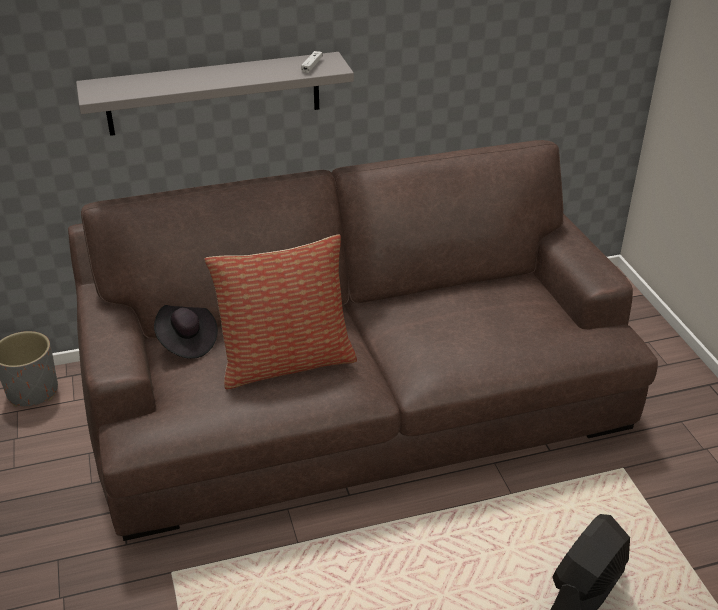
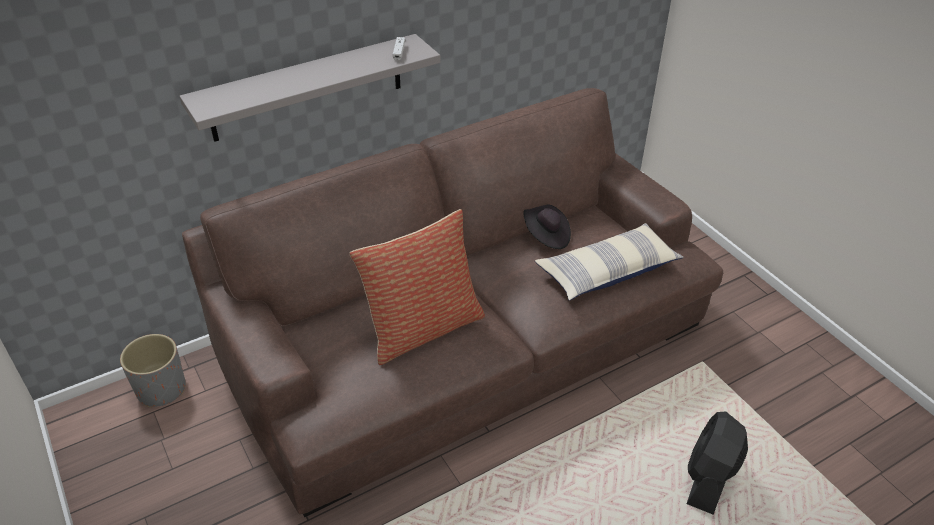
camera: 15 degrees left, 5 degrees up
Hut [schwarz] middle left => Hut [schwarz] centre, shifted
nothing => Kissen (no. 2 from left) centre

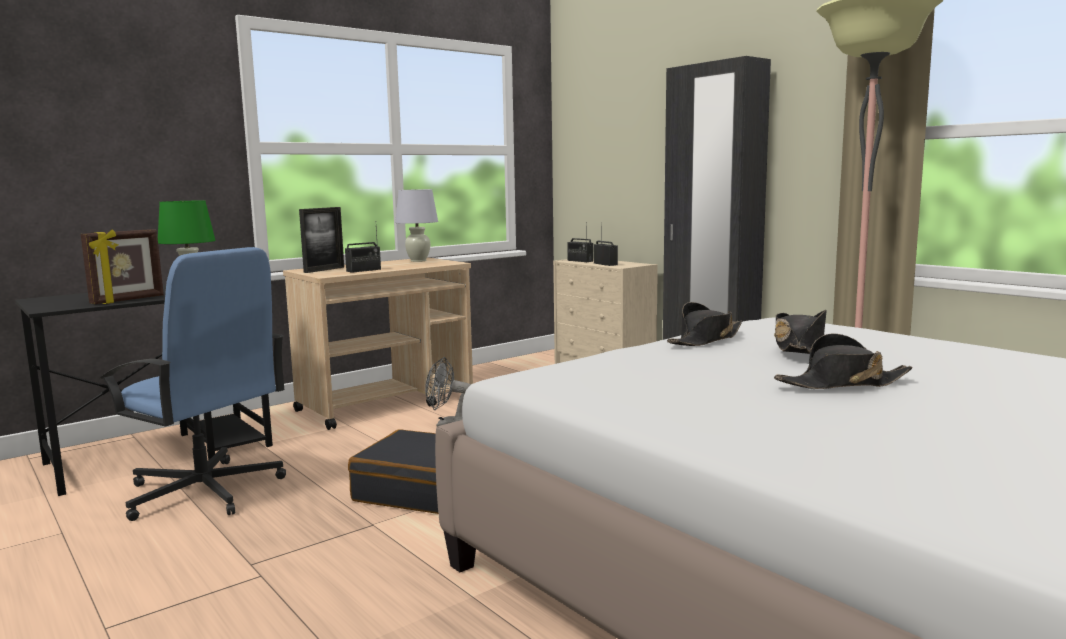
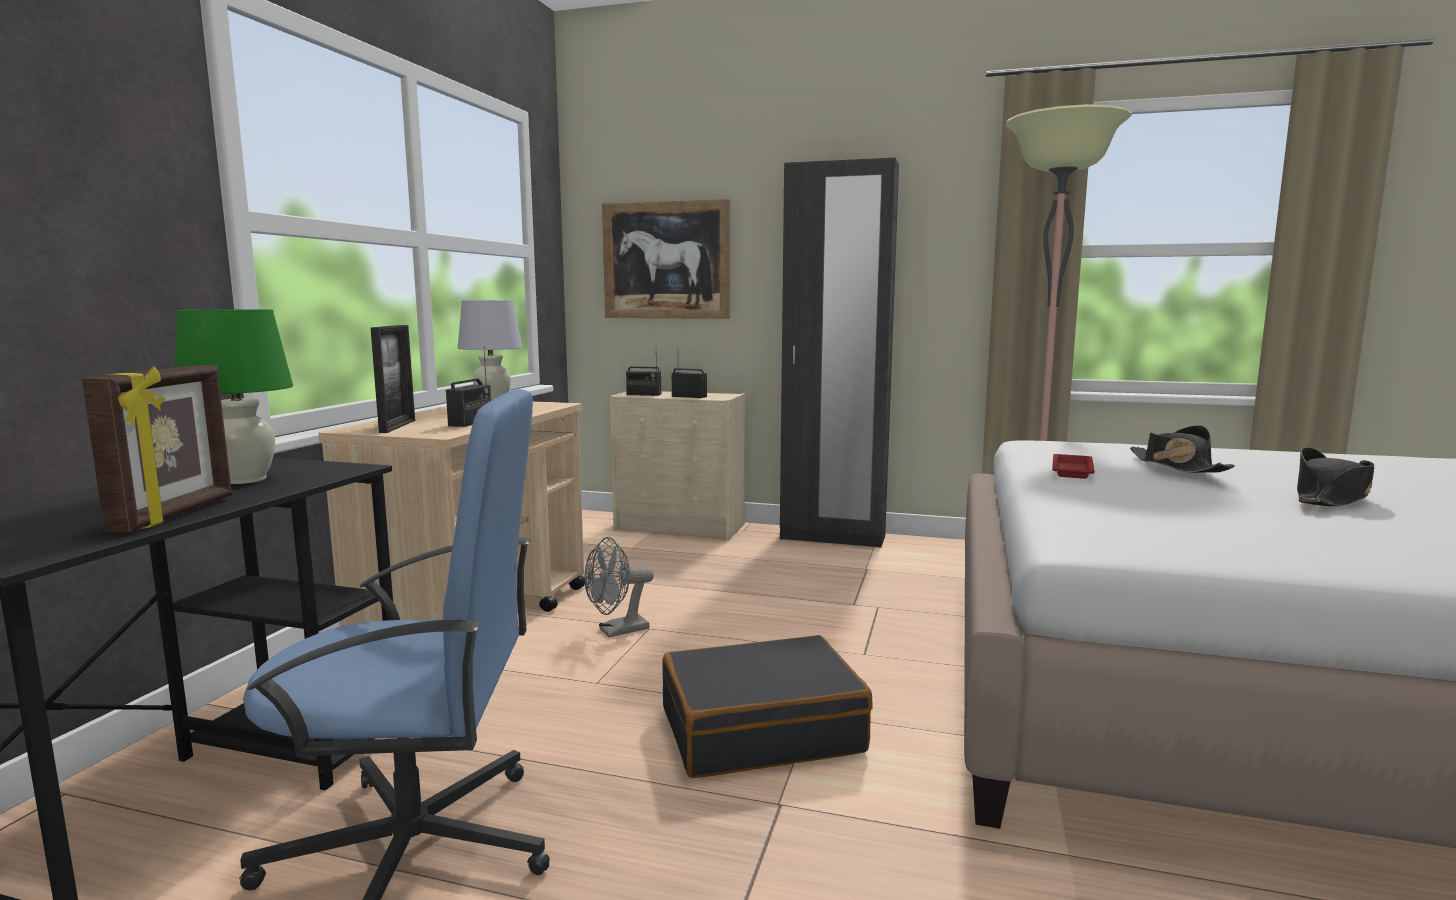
camera: 35 degrees left, 0 degrees up
Hut [schwarz] (no. 1 from left) centre => Tablett [rot] middle right
nothing => Bild top centre

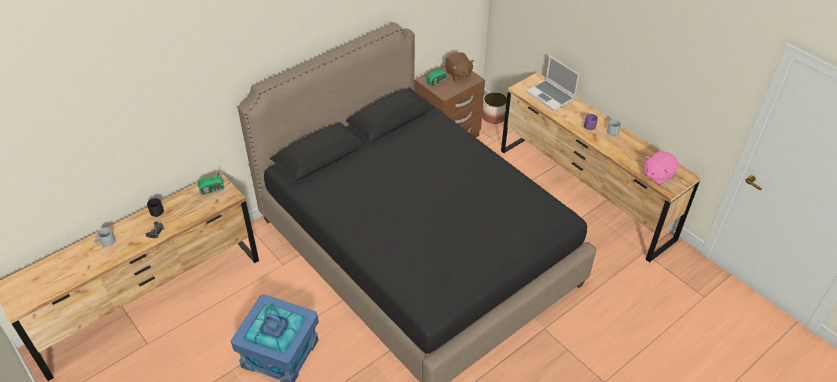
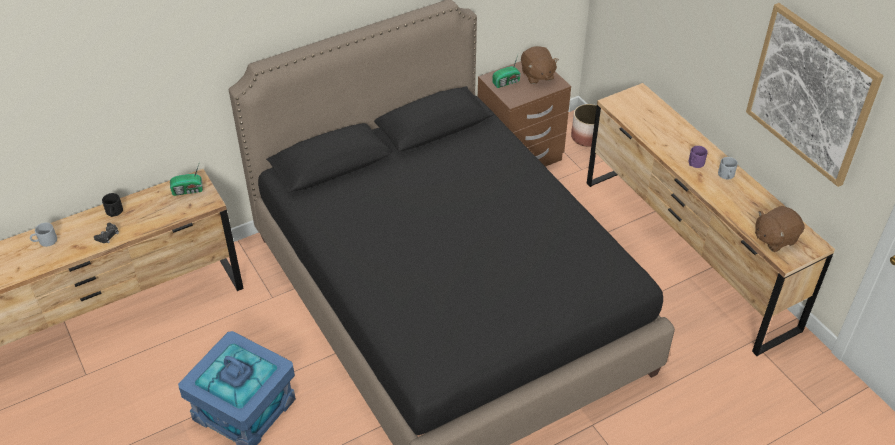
camera: 10 degrees right, 0 degrees up
Laptop top centre => nothing
Plüschtier [rosa] middle right => Plüschtier [braun] (no. 2 from left) middle right
nothing => Bild top right

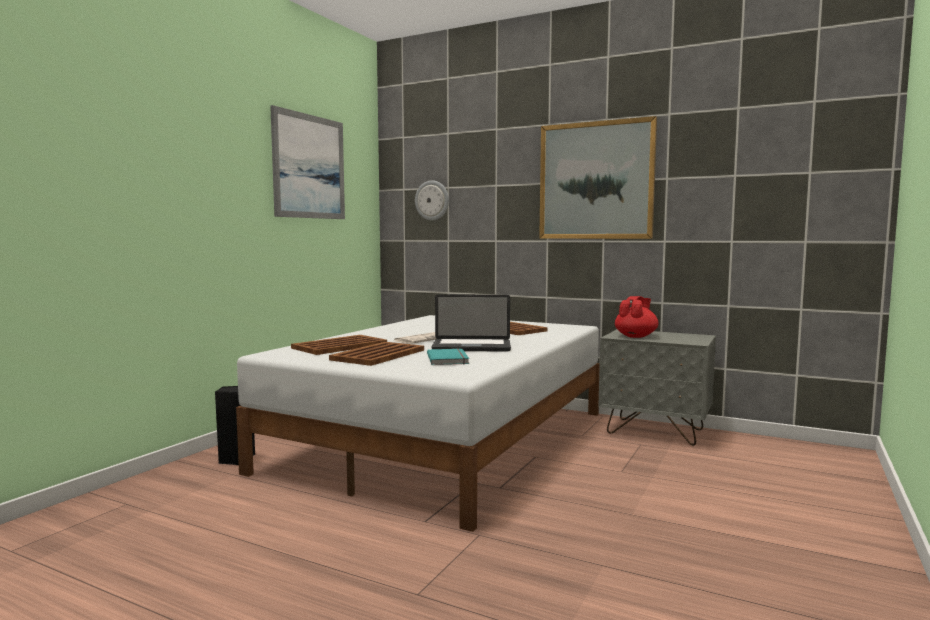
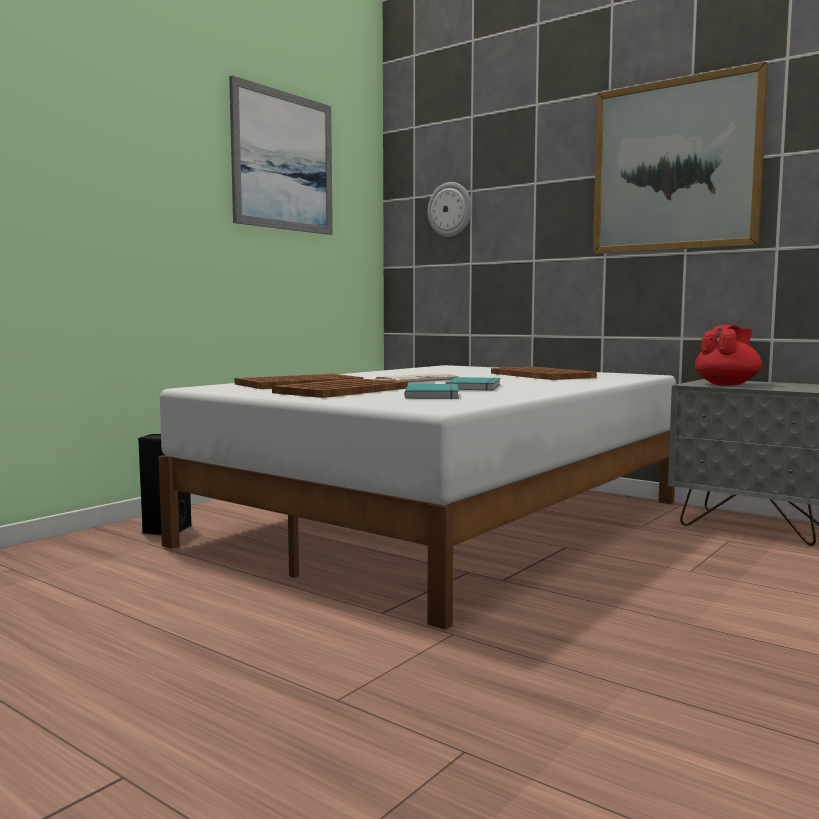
camera: 10 degrees right, 0 degrees up
Laptop centre => Buch [türkis] (no. 2 from left) centre

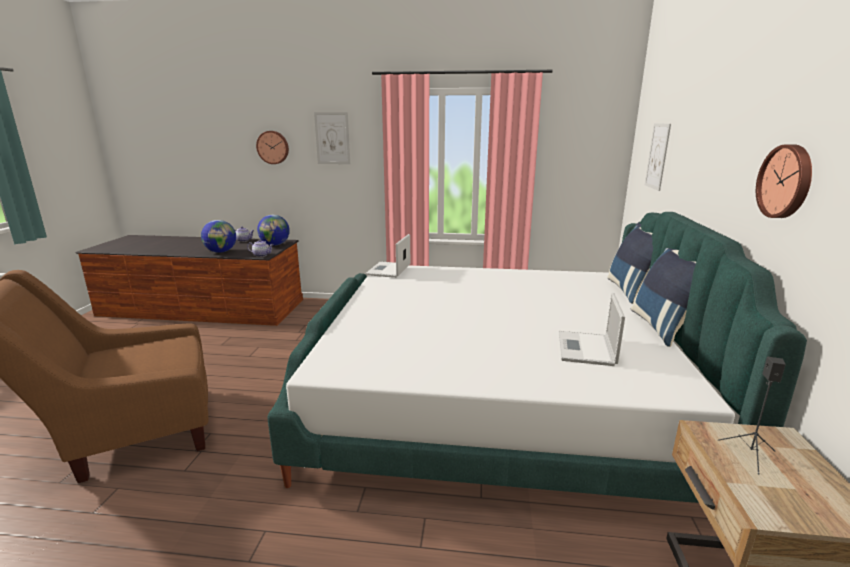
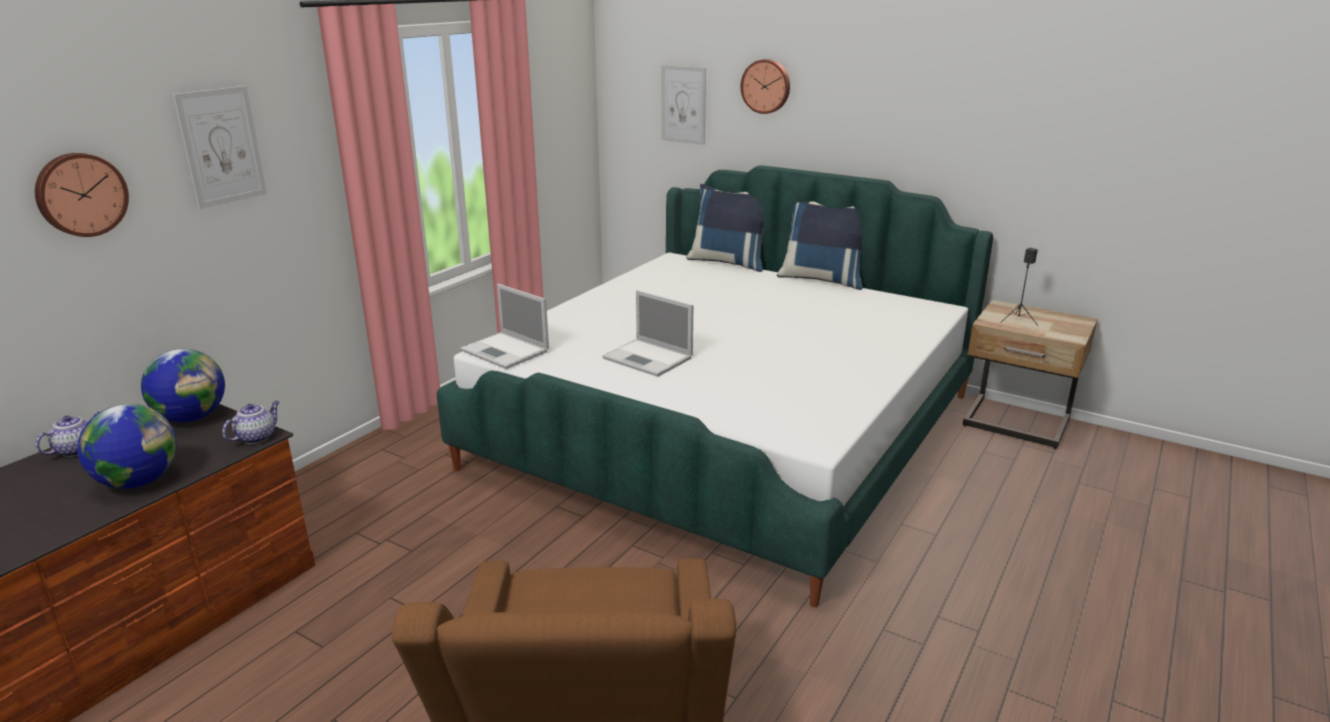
camera: 65 degrees left, 5 degrees up
Wanduhr (no. 2 from left) top right => Wanduhr (no. 2 from left) top centre, shifted
Laptop (no. 2 from left) middle right => Laptop (no. 2 from left) centre, shifted

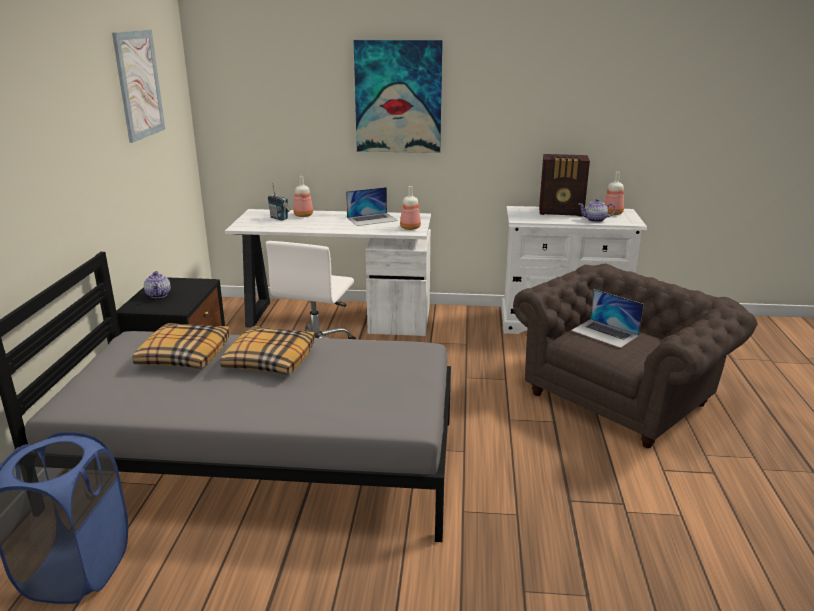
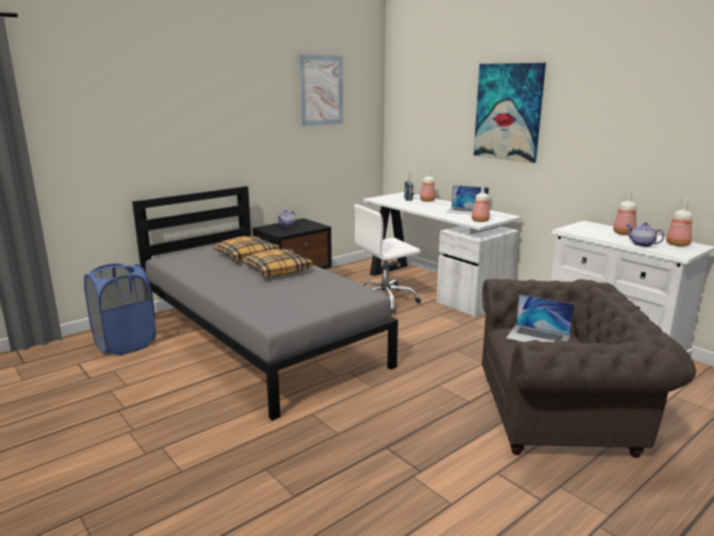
camera: 45 degrees right, 5 degrees down
Radio (no. 2 from left) top right => Flasche (no. 3 from left) middle right
Laptop (no. 2 from left) middle right, 60 degrees counterclockwise

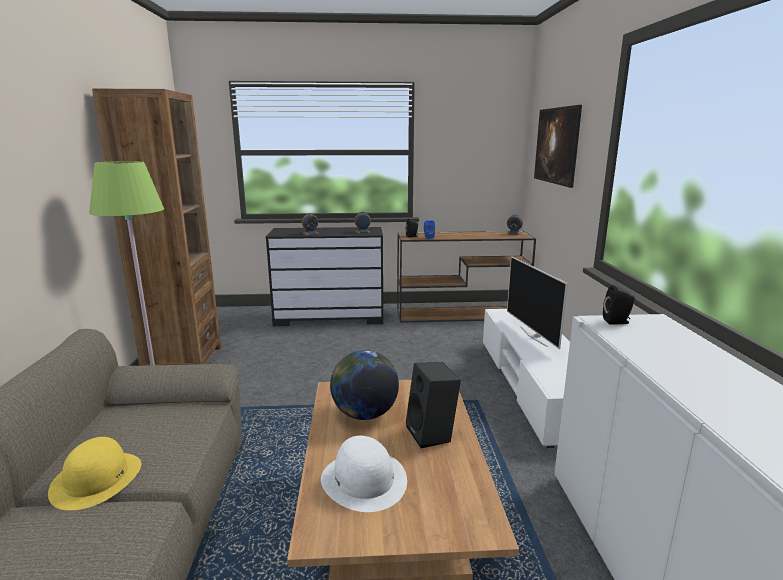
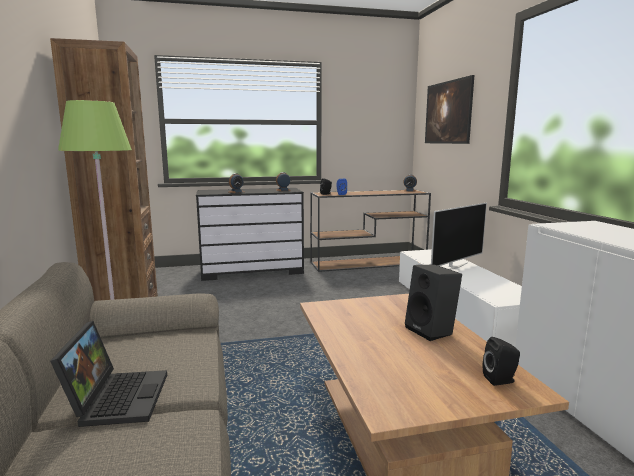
camera: 10 degrees left, 5 degrees down
Fernseher middle right, 105 degrees counterclockwise
Lautsprecher [schwarz] (no. 3 from left) middle right => Lautsprecher [schwarz] (no. 3 from left) bottom right, shifted
Globus centre => nothing
Hut [weiß] bottom centre => nothing
Hut [gelb] bottom left => Laptop bottom left

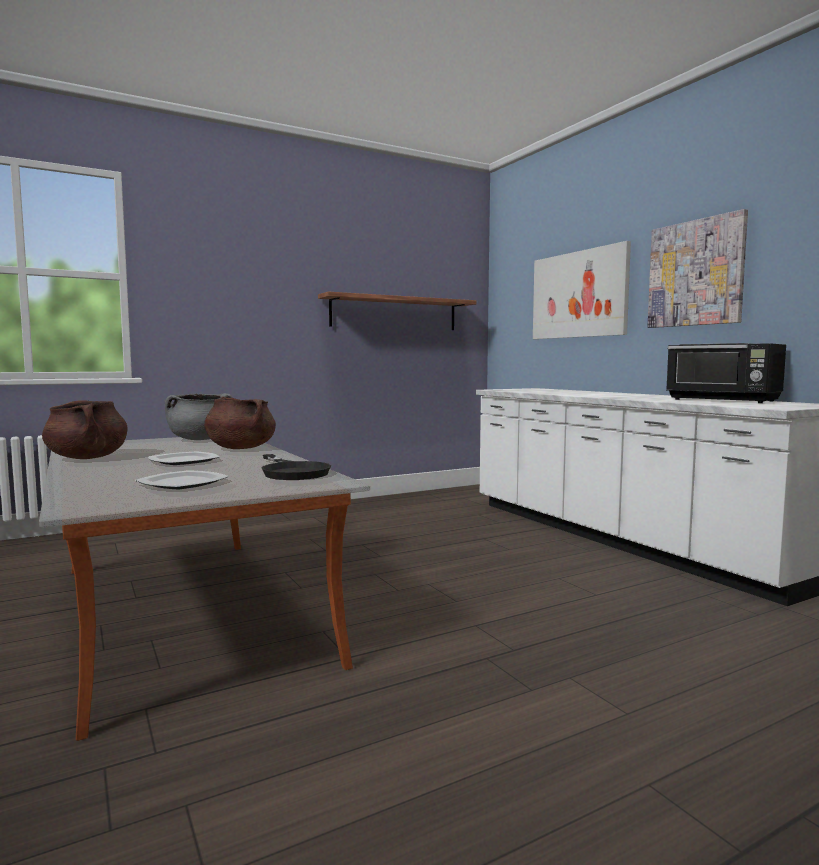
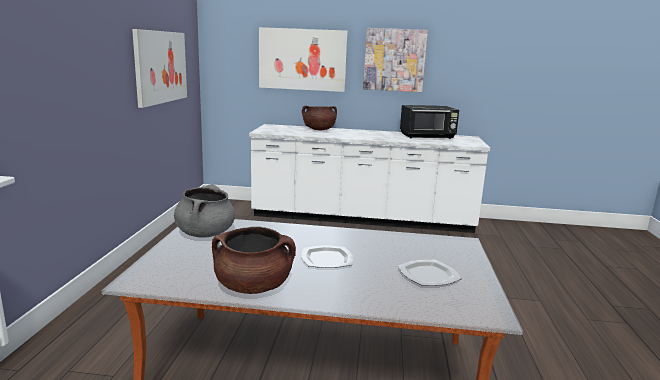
camera: 55 degrees left, 10 degrees up
Wandregal centre => Bild (no. 1 from left) top left
Kochtopf [braun] (no. 2 from left) middle left => Kochtopf [braun] (no. 2 from left) top centre, shifted
Pfanne [schwarz] centre => nothing

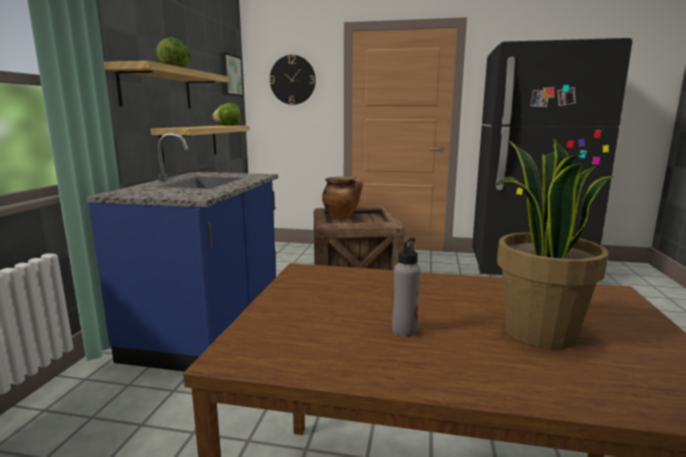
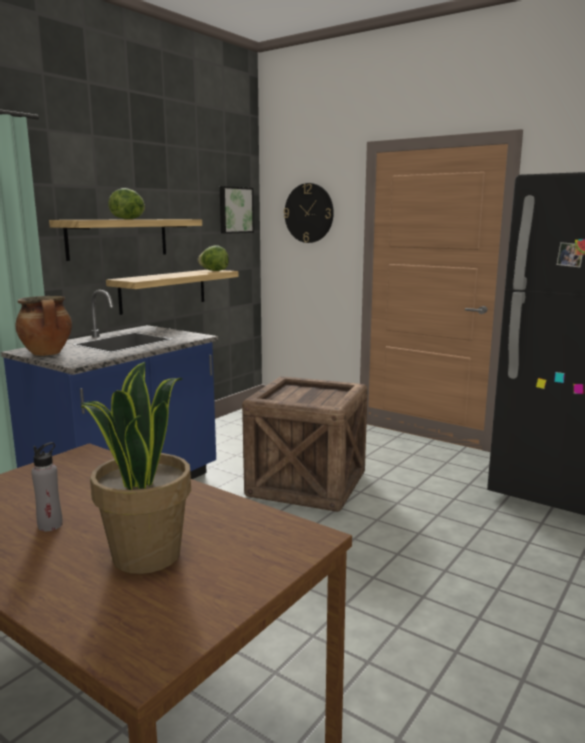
camera: 25 degrees right, 0 degrees up
Kochtopf centre => Kochtopf middle left, shifted

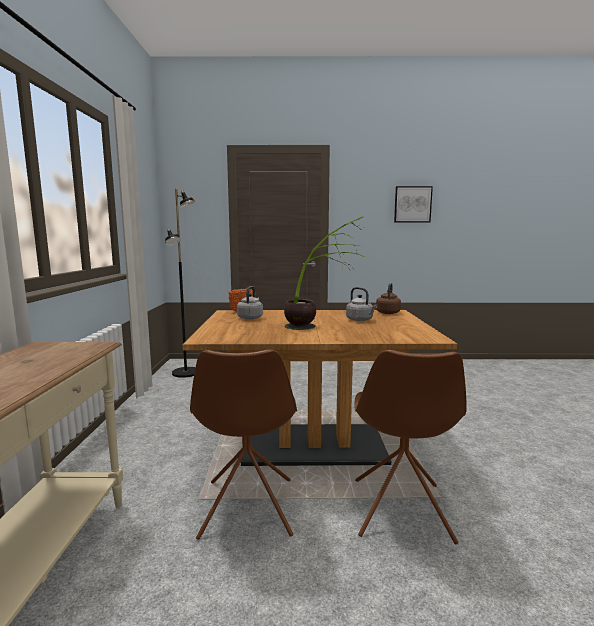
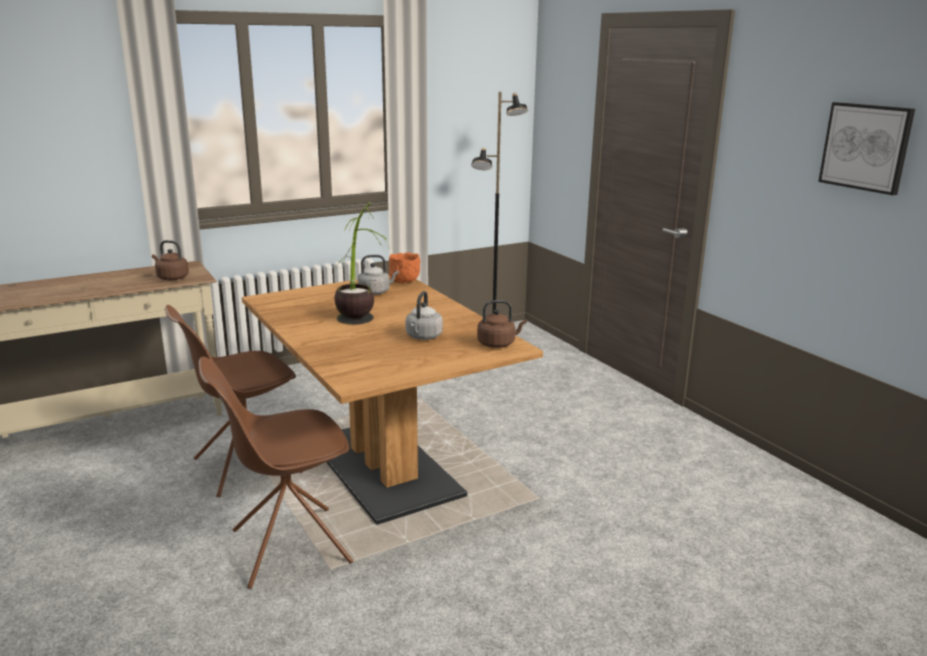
camera: 60 degrees right, 10 degrees up
nothing => Wasserkessel [braun] (no. 1 from left) middle left

